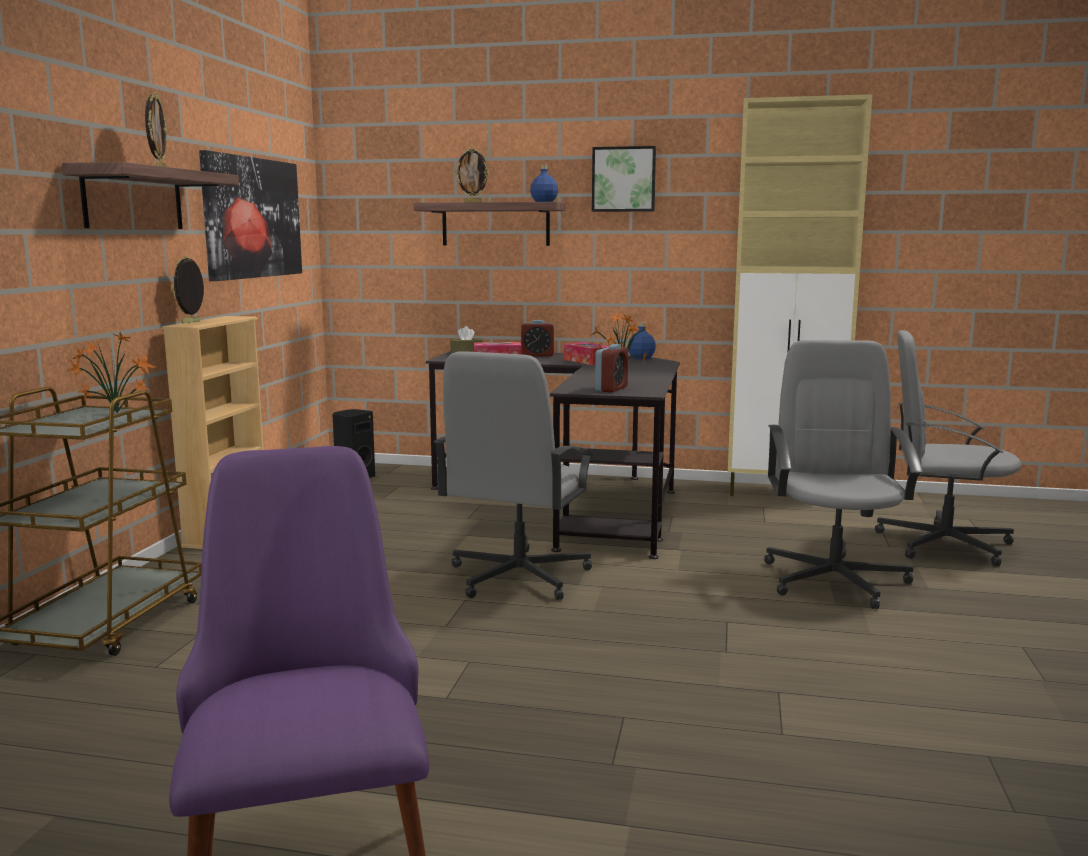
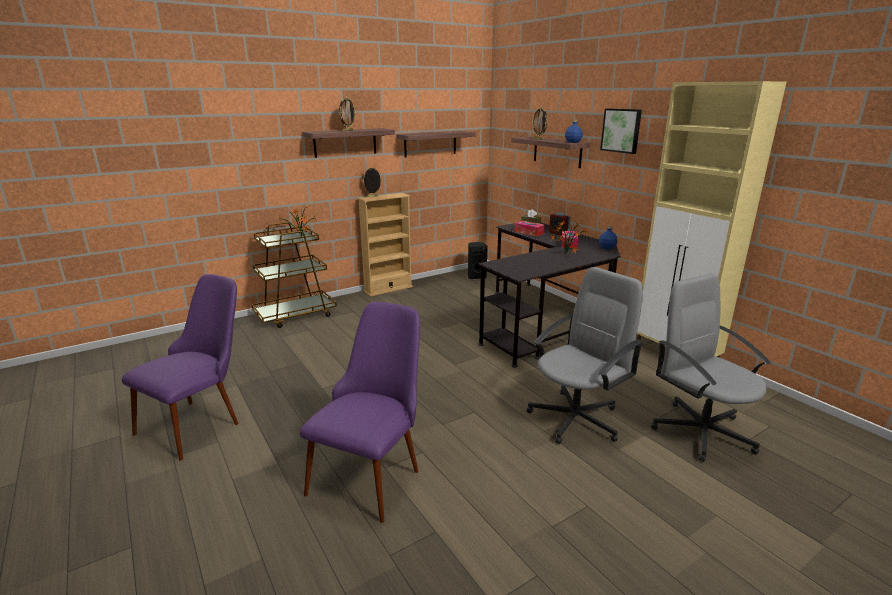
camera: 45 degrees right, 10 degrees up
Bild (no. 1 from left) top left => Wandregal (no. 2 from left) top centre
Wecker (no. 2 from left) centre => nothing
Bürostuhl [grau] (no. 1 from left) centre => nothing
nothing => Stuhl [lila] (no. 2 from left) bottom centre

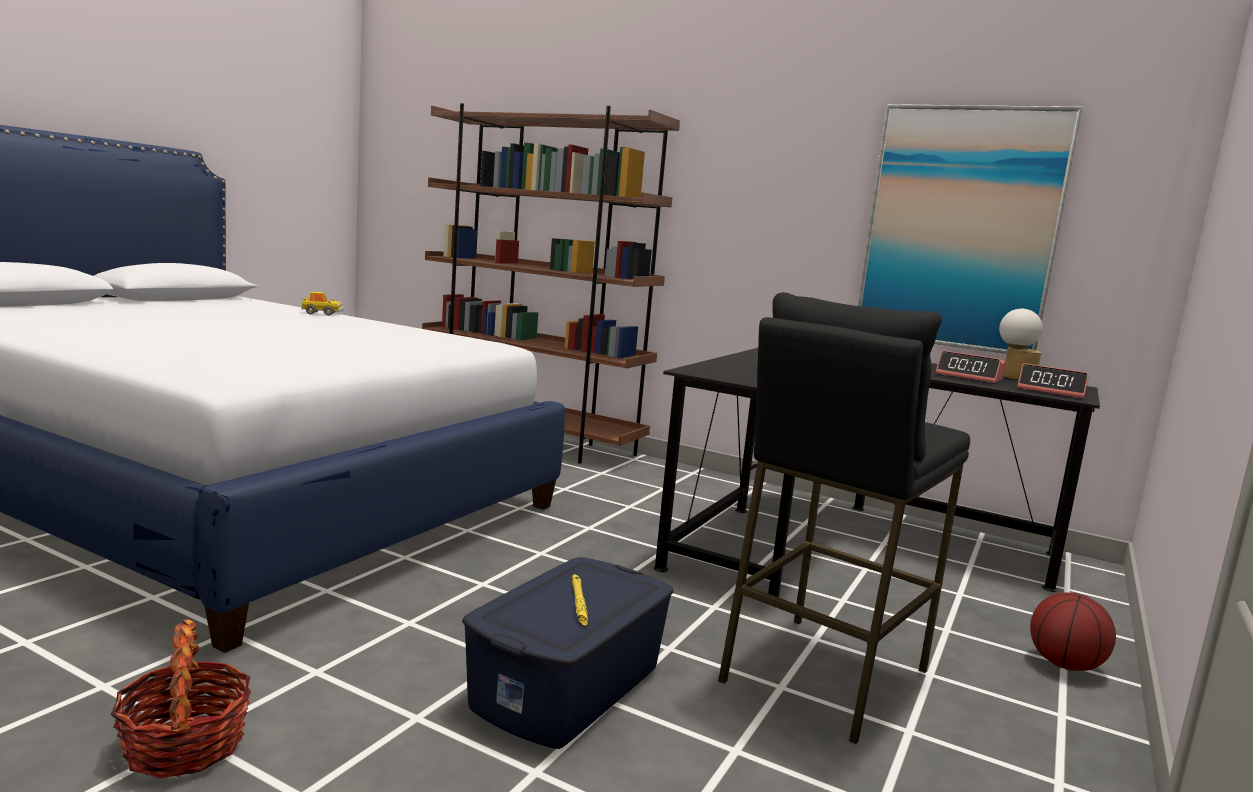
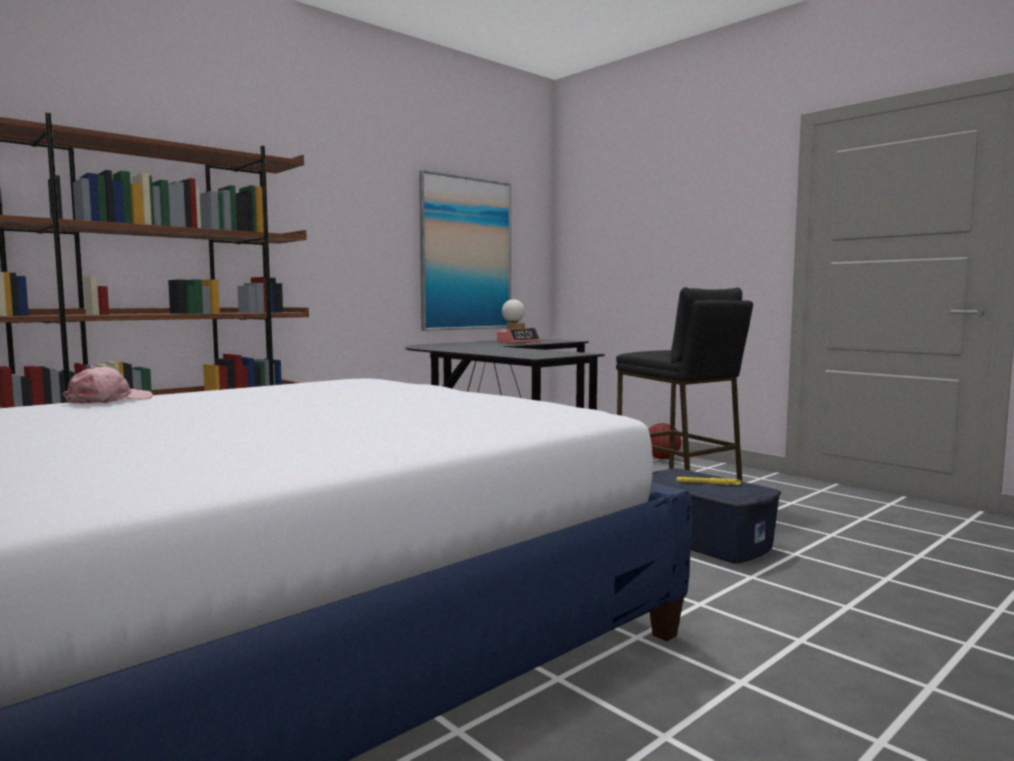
camera: 70 degrees left, 5 degrees down
Spielzeugauto middle left => Kappe [rosa] middle left
Wecker (no. 2 from left) middle right => nothing
Korb bottom left => nothing

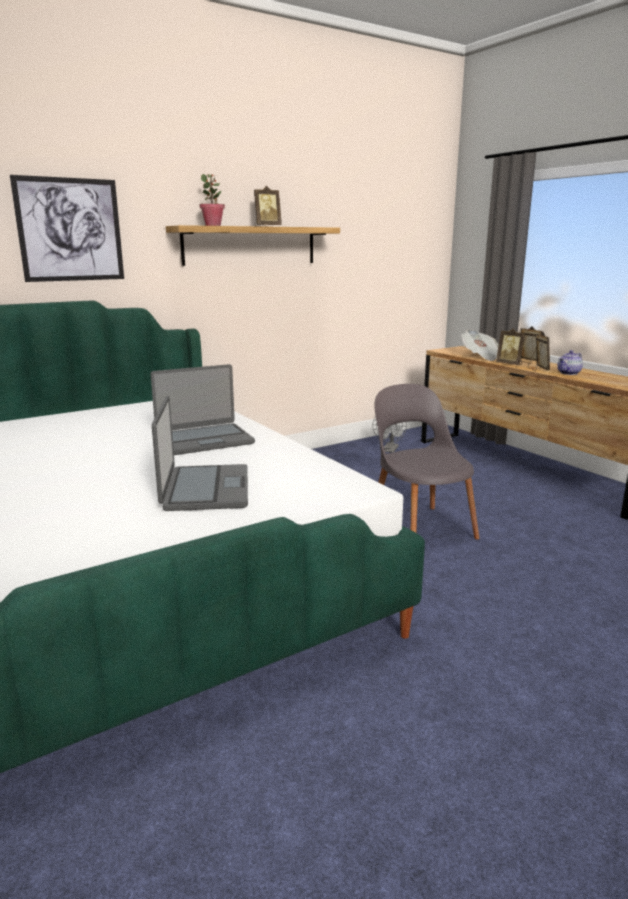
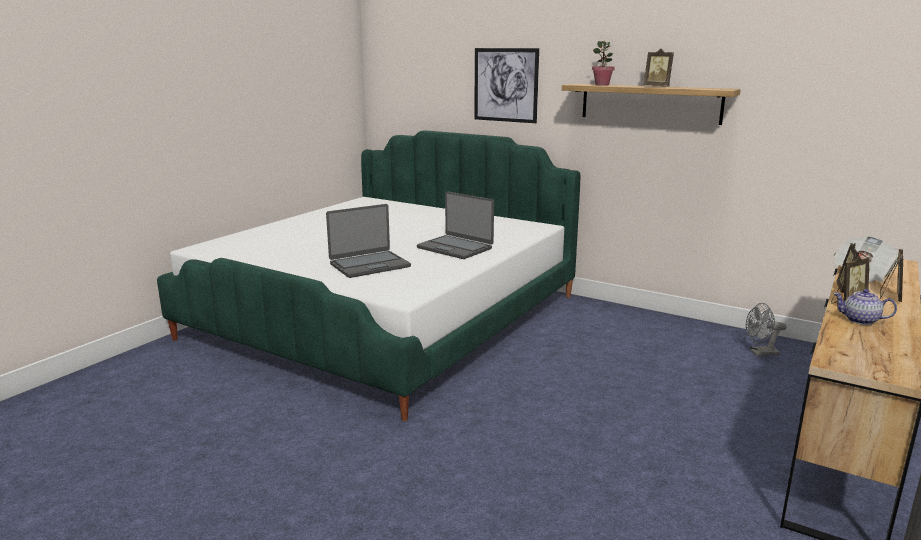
camera: 65 degrees right, 0 degrees up
Stuhl [grau] middle right => nothing

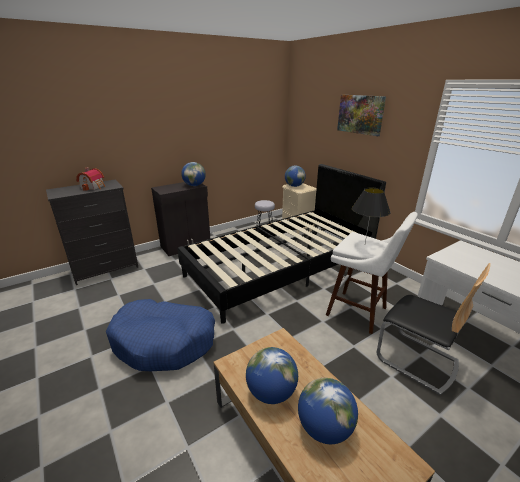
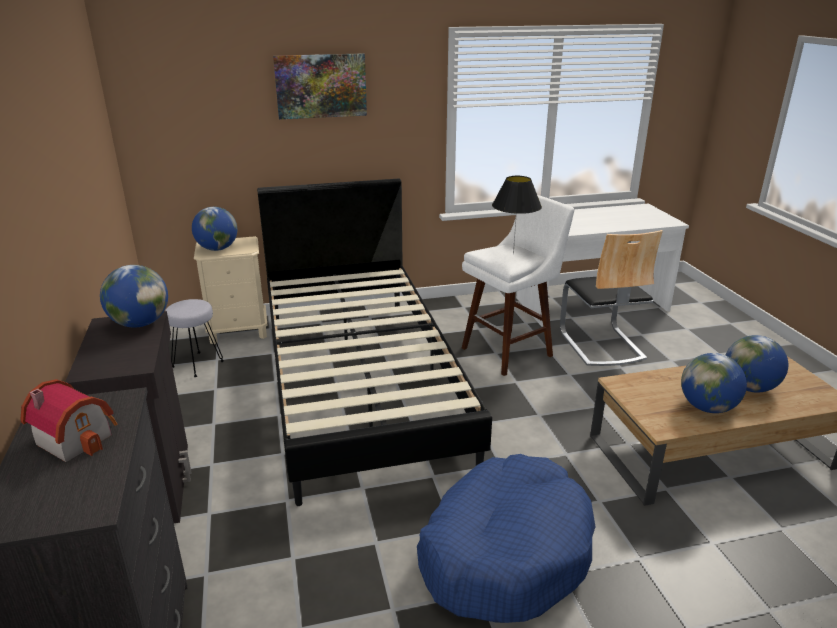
camera: 70 degrees left, 0 degrees up
Stuhl bottom right => Stuhl middle right, 105 degrees clockwise

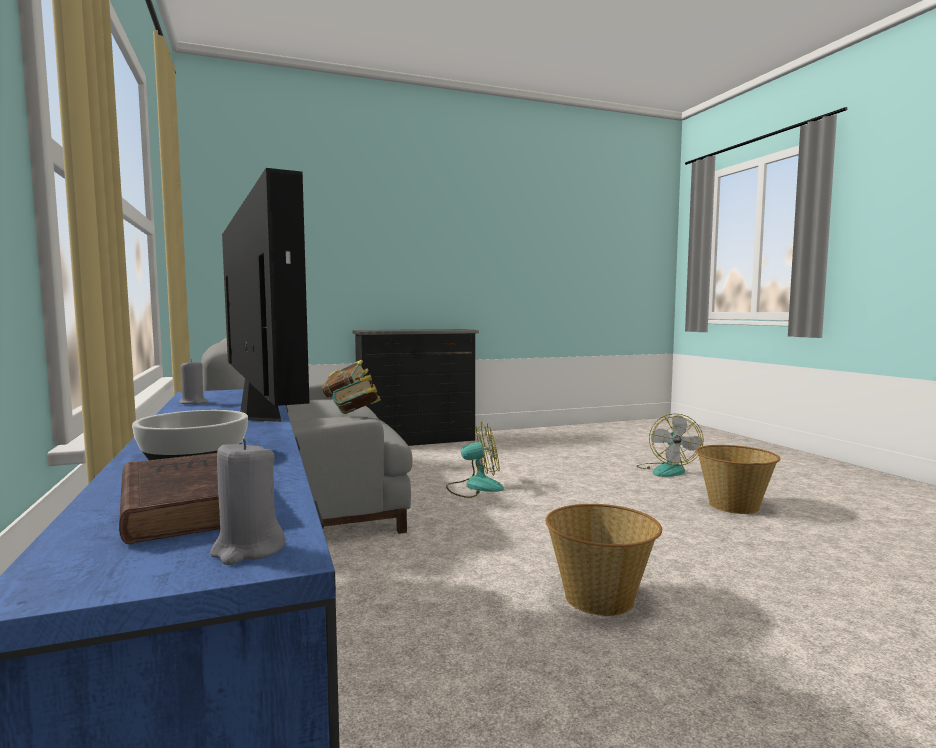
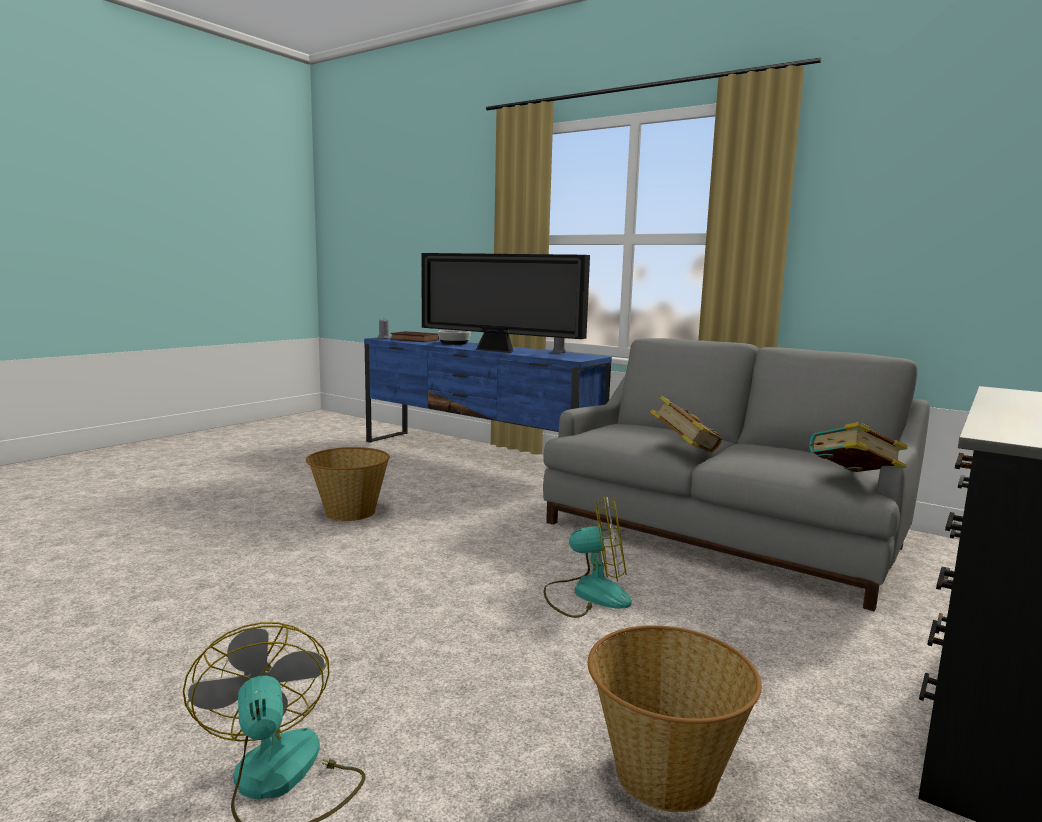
camera: 145 degrees right, 5 degrees up
Ventilator (no. 1 from left in the first image) centre => Ventilator (no. 2 from left) bottom centre, 135 degrees counterclockwise
Korb (no. 2 from left) middle right => Korb (no. 2 from left) bottom centre, shifted

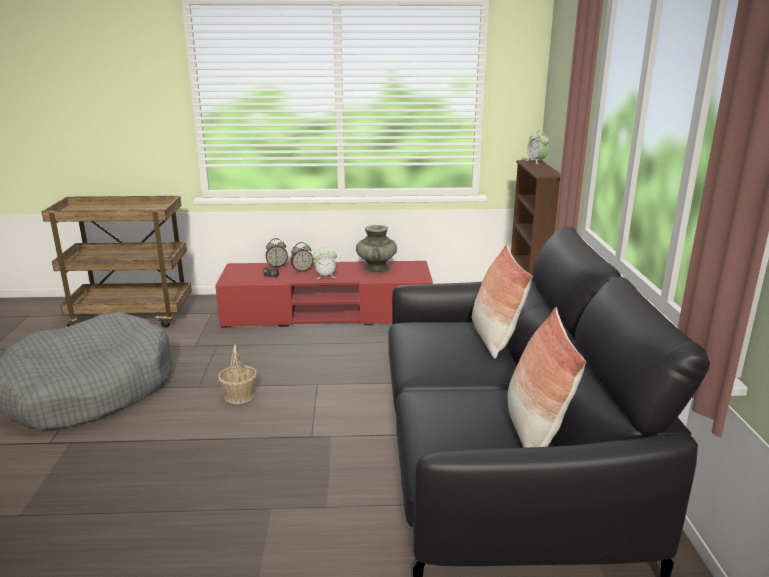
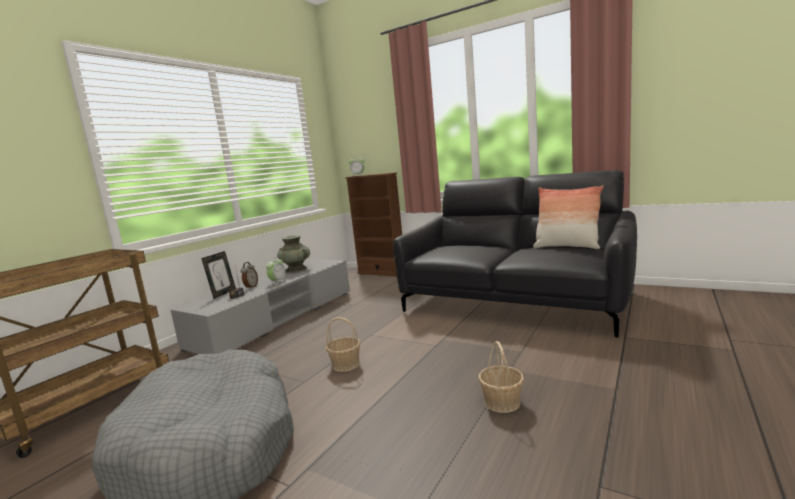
camera: 55 degrees left, 10 degrees down
Wecker (no. 1 from left) centre => Bilderrahmen middle left
Kissen (no. 1 from left) centre => nothing
Fernsehschrank [rot] centre => Fernsehschrank [grau] middle left
nothing => Korb (no. 2 from left) bottom centre

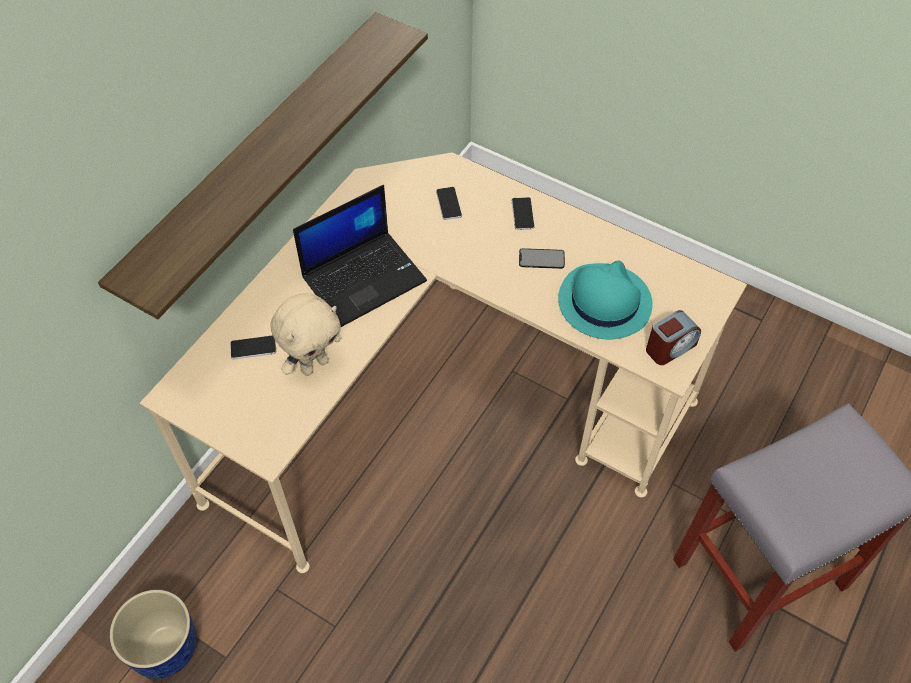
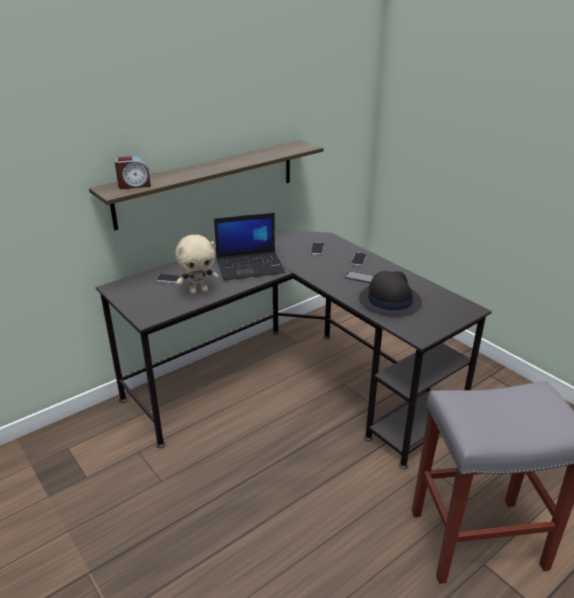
camera: 20 degrees right, 25 degrees down
Schreibtisch [beige] centre => Schreibtisch [schwarz] centre
Hut [türkis] centre => Hut [schwarz] middle right
Wecker middle right => Wecker top left, shifted
Pflanzkübel bottom left => nothing

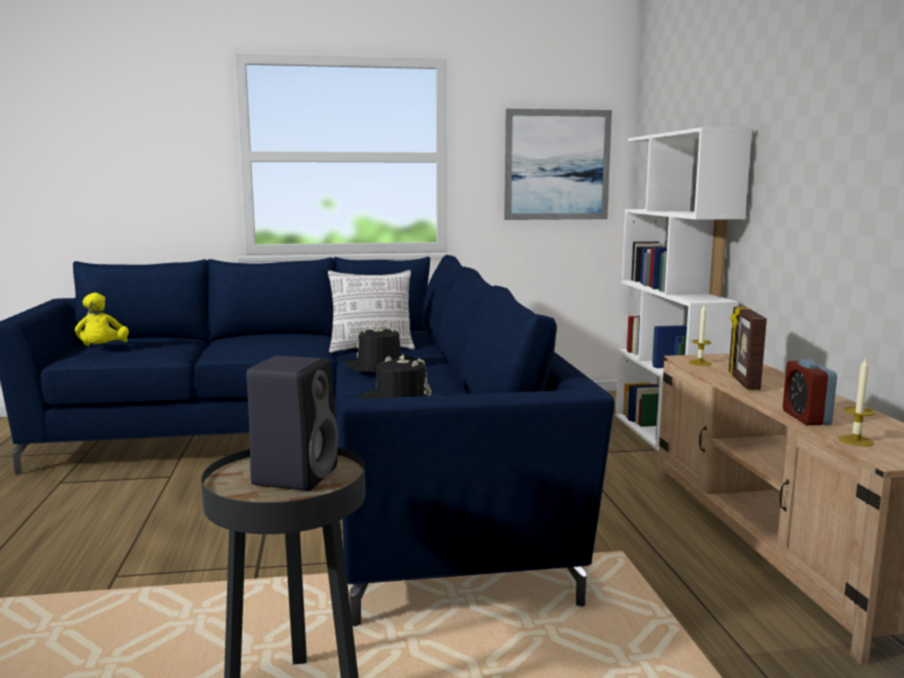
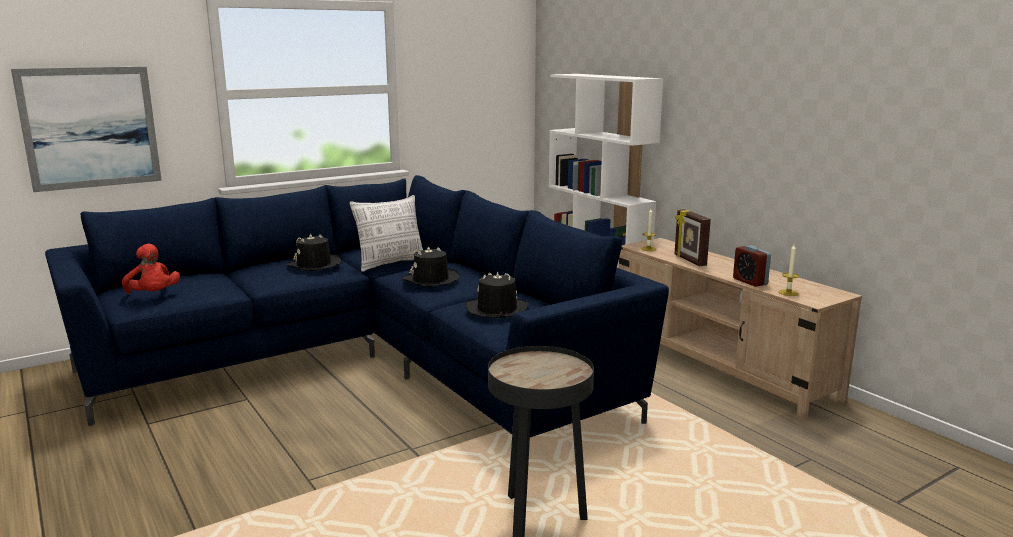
camera: 25 degrees left, 5 degrees up
Bild top centre => Bild top left, shifted
Plüschtier [gelb] middle left => Plüschtier [rot] middle left
Lautsprecher [schwarz] middle left => nothing
nothing => Hut [schwarz] (no. 1 from left) middle left

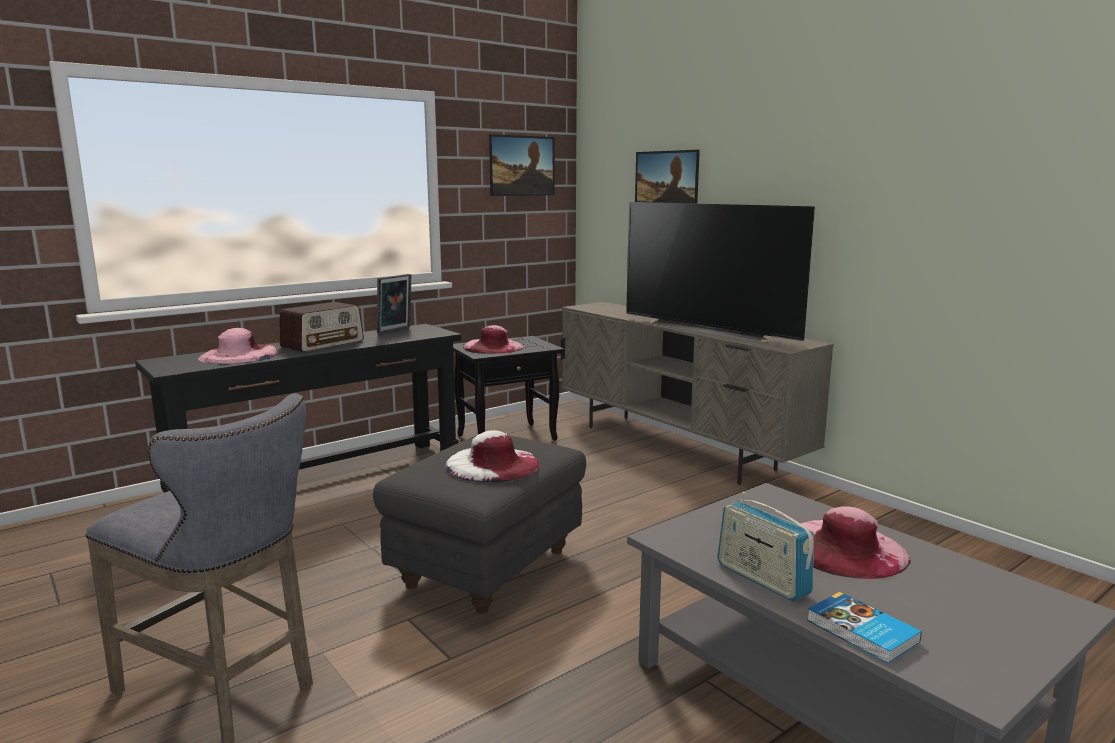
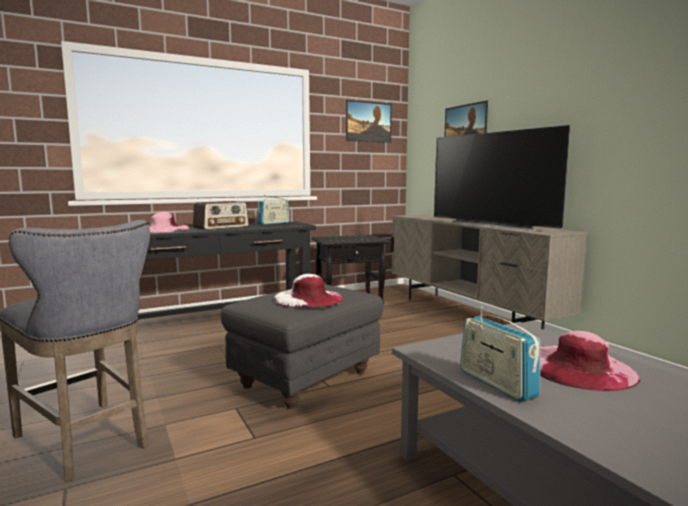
camera: 10 degrees right, 5 degrees down
Bilderrahmen centre => Radio (no. 2 from left) centre
Hut [rosa] (no. 2 from left) centre => nothing
Buch bottom right => nothing

